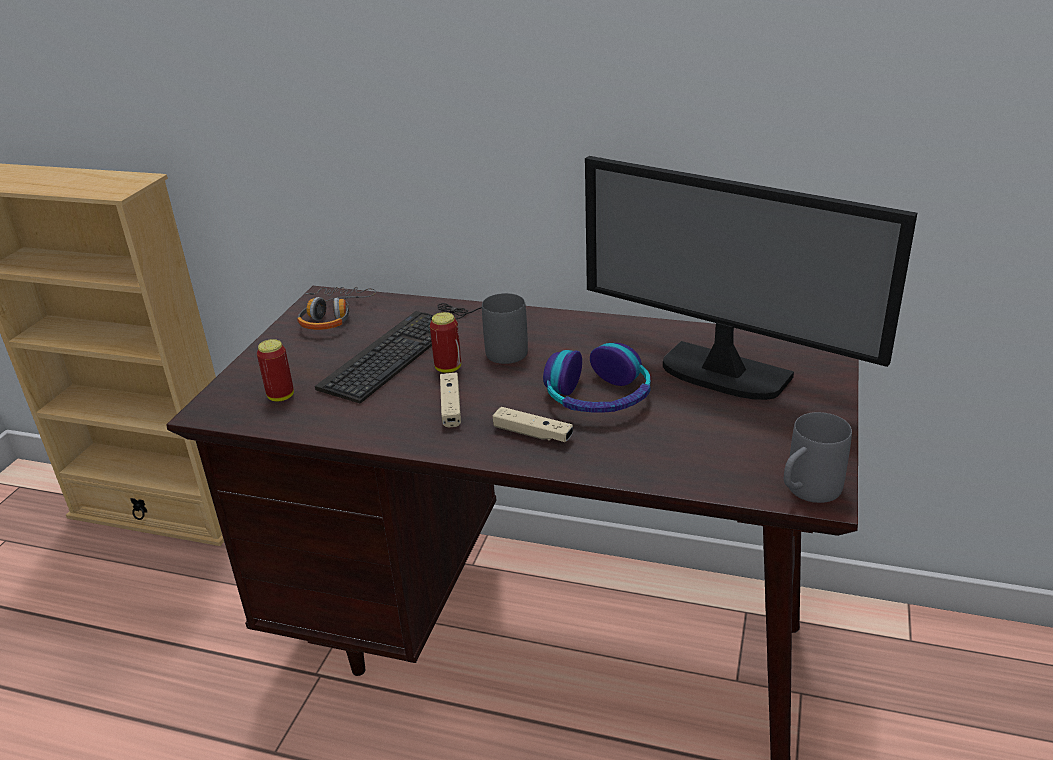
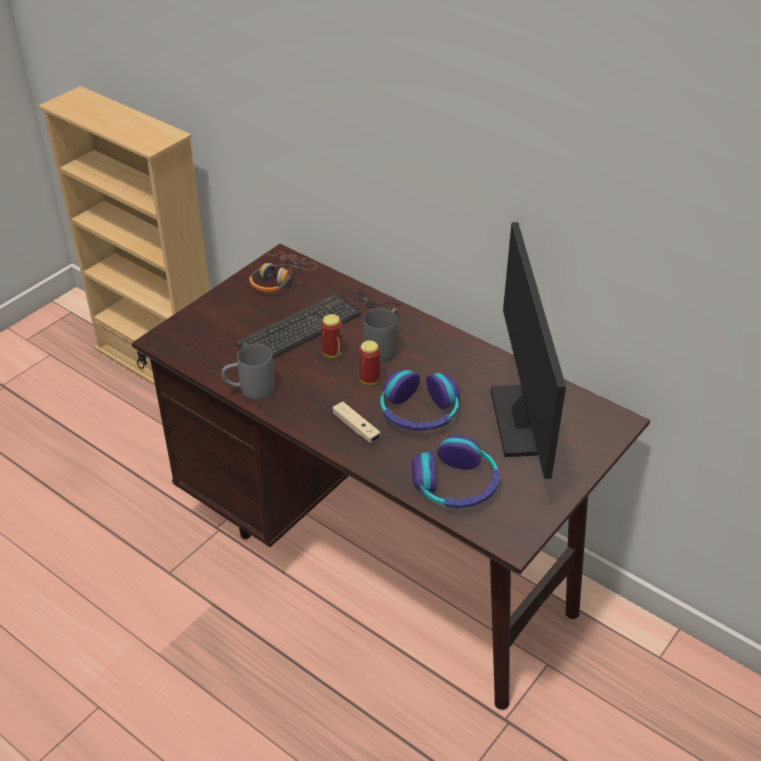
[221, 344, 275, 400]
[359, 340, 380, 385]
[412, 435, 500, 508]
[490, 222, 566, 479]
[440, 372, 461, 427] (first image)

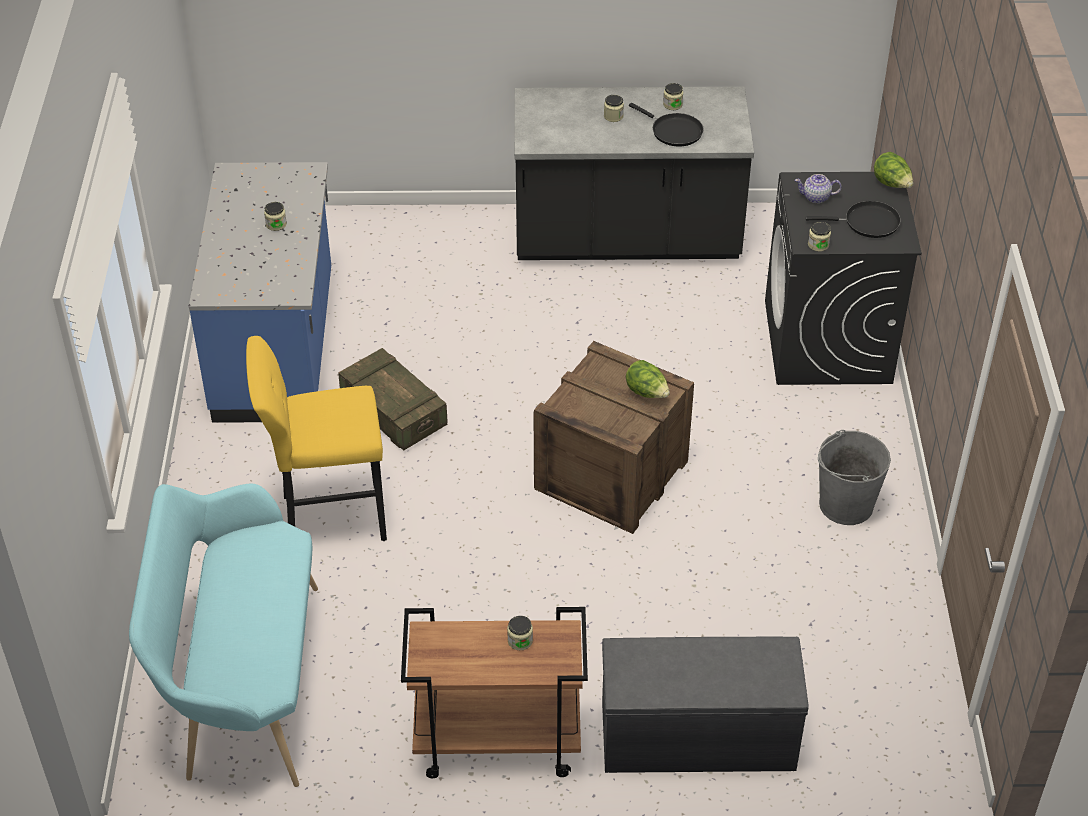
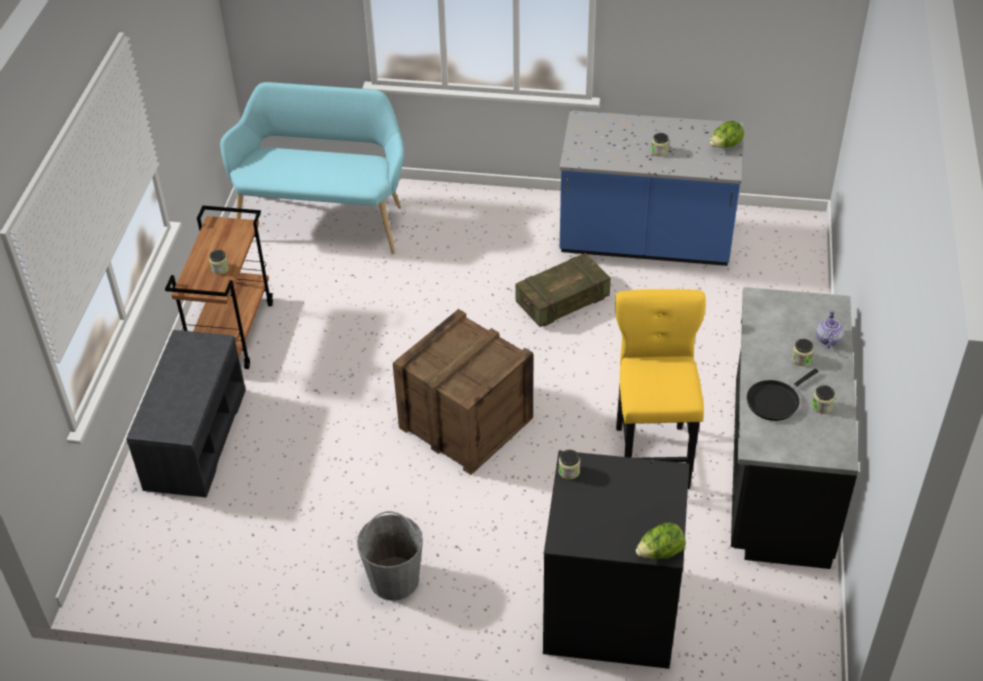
[615, 289, 706, 489]
[710, 121, 744, 148]
[816, 310, 844, 348]
[806, 201, 901, 238] (first image)

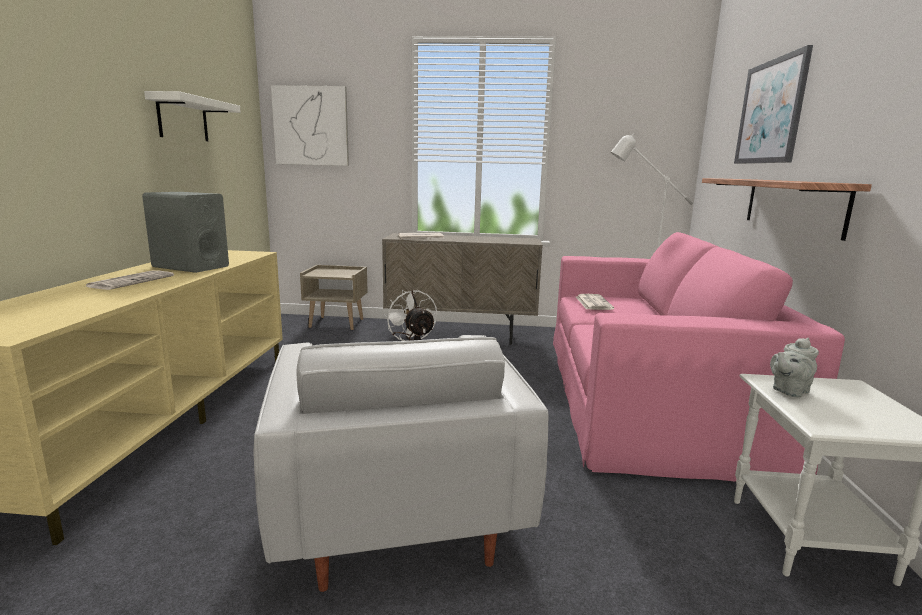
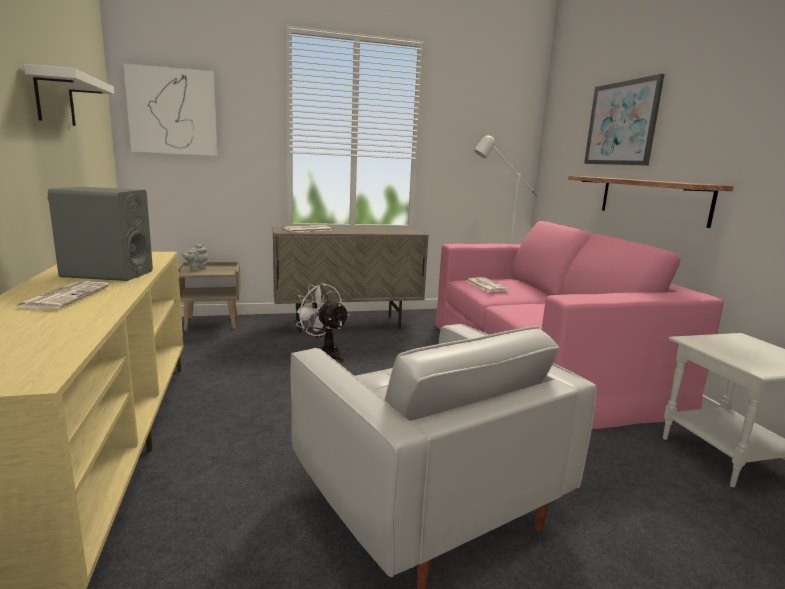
[182, 244, 208, 271]

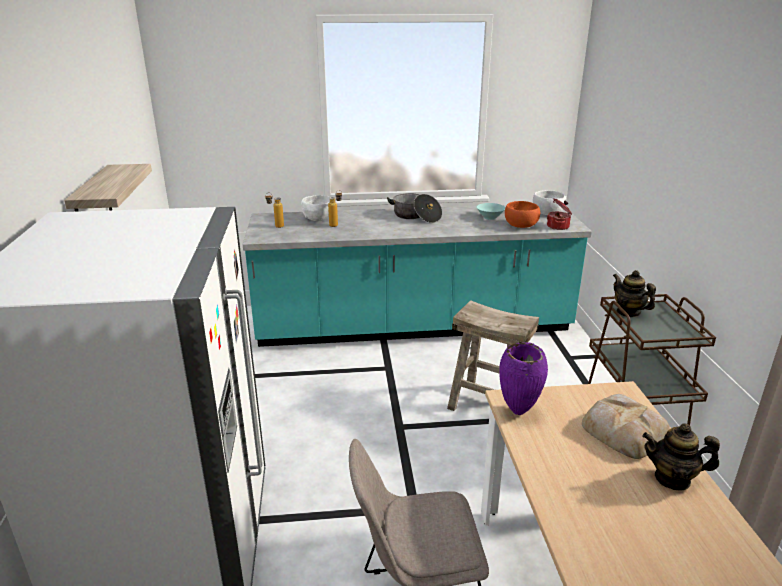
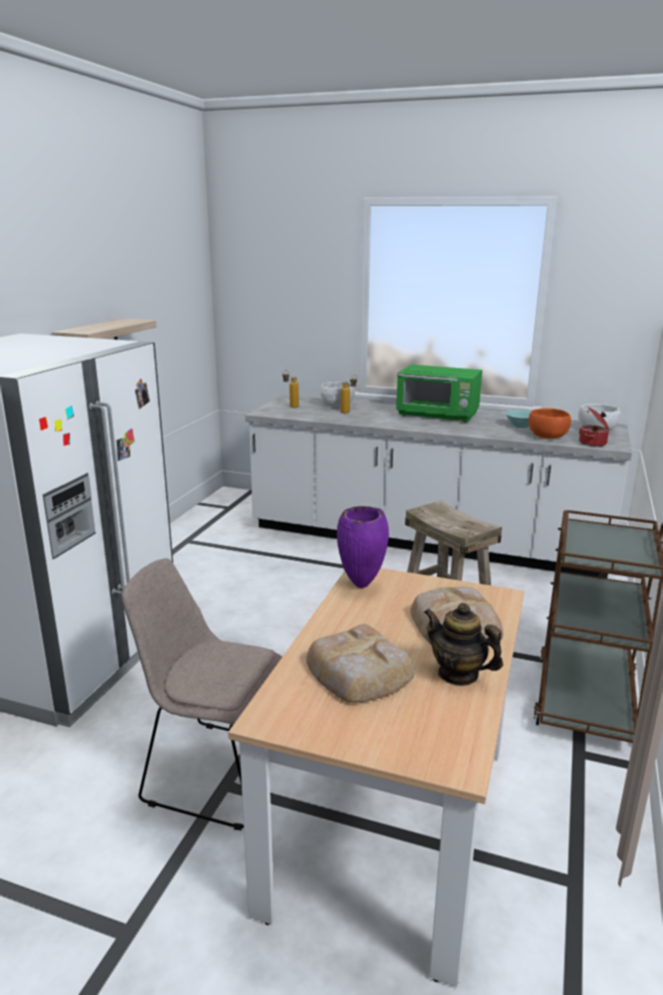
[245, 395, 632, 578]
[306, 624, 415, 703]
[396, 364, 482, 422]
[613, 270, 656, 317] (first image)

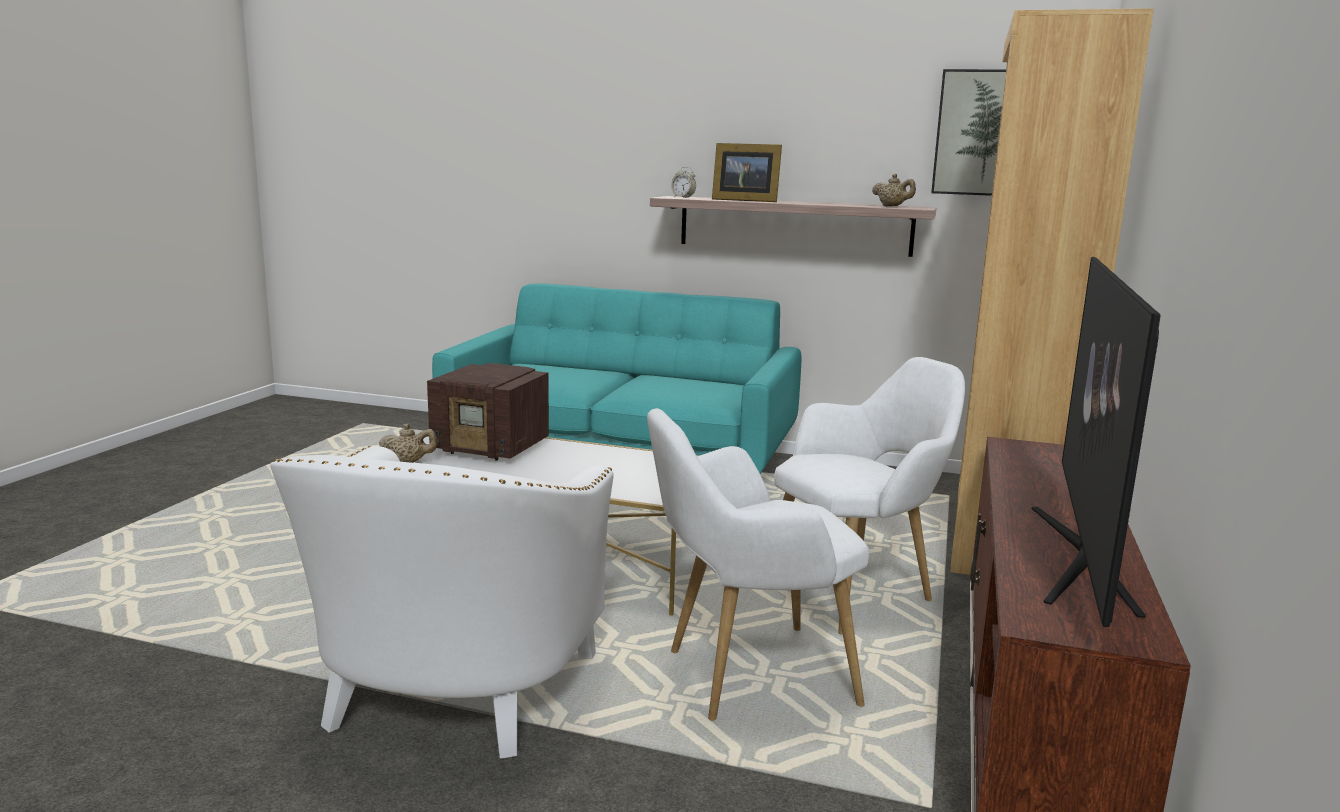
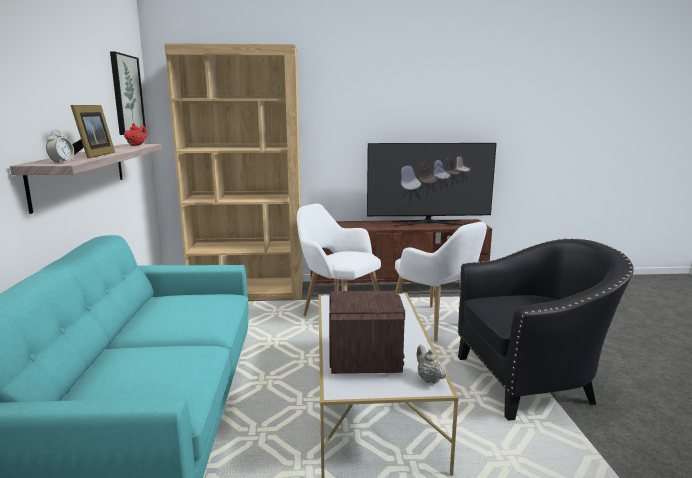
[124, 123, 147, 146]
[458, 238, 634, 421]

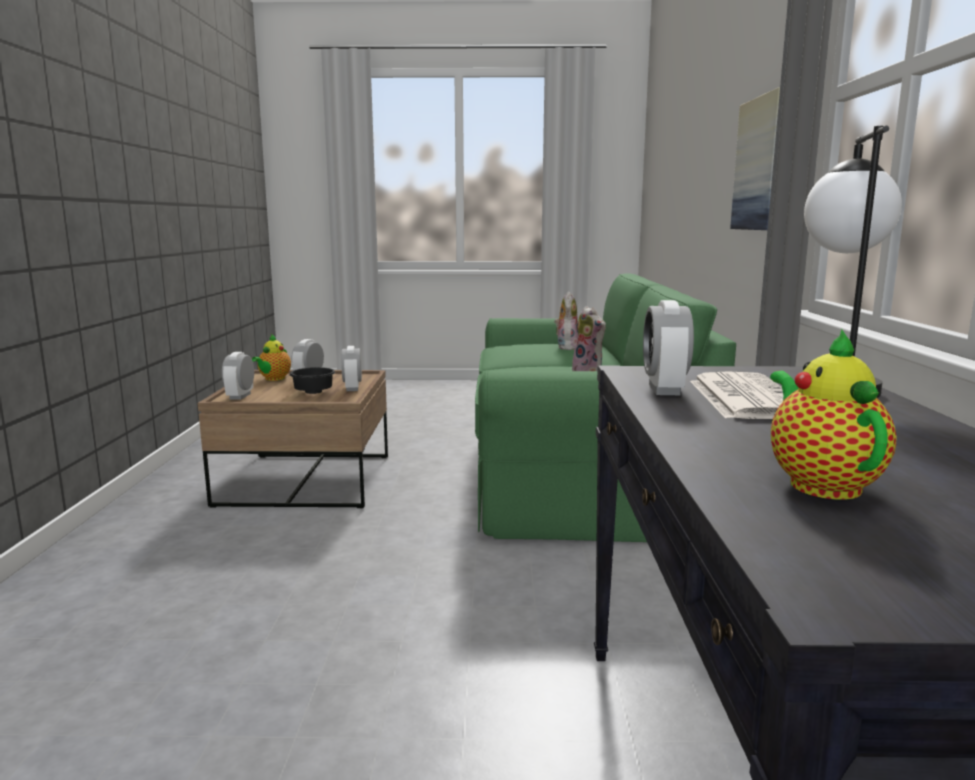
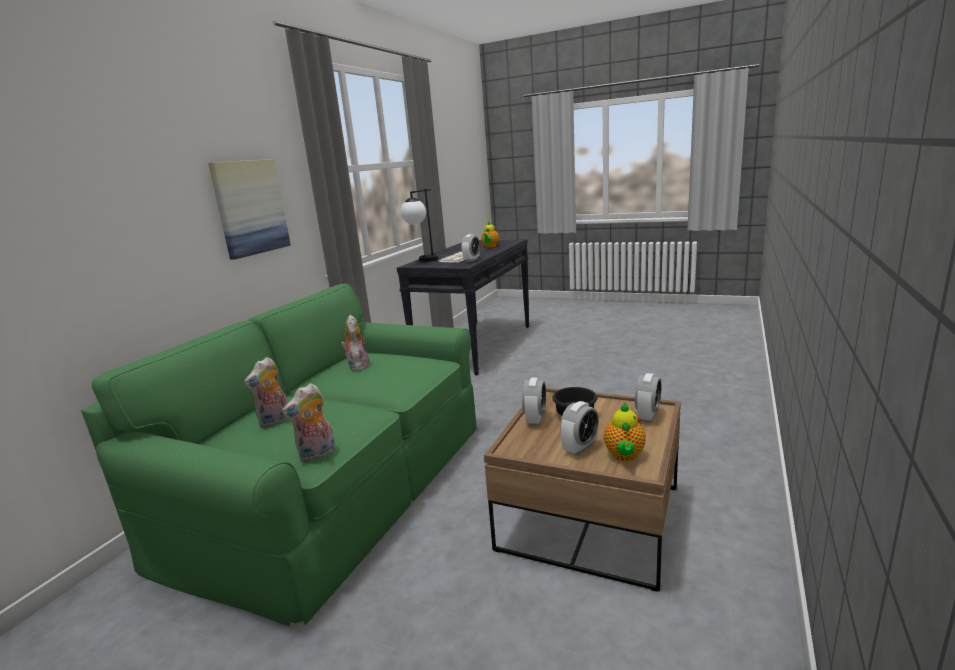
[282, 383, 335, 462]
[604, 403, 646, 461]

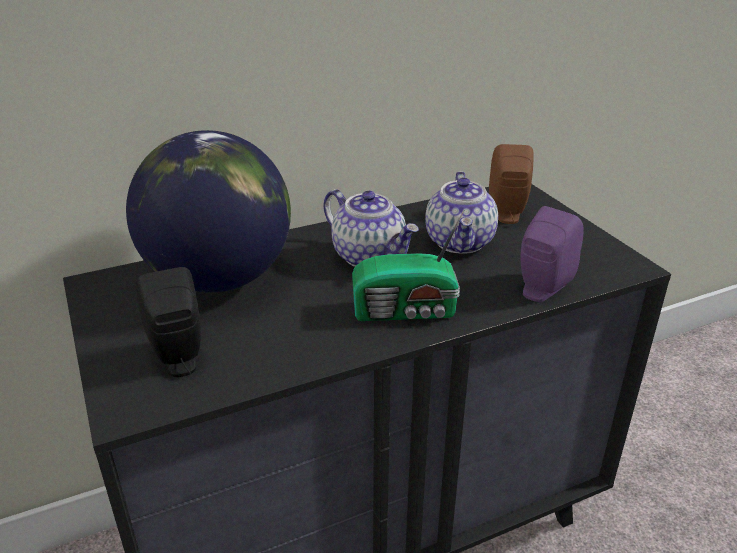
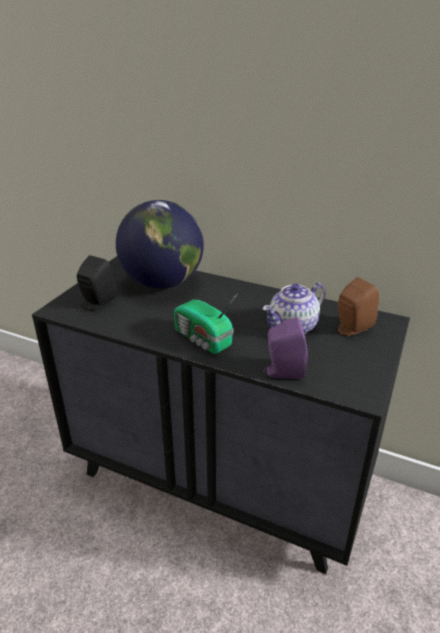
[323, 189, 419, 267] (first image)

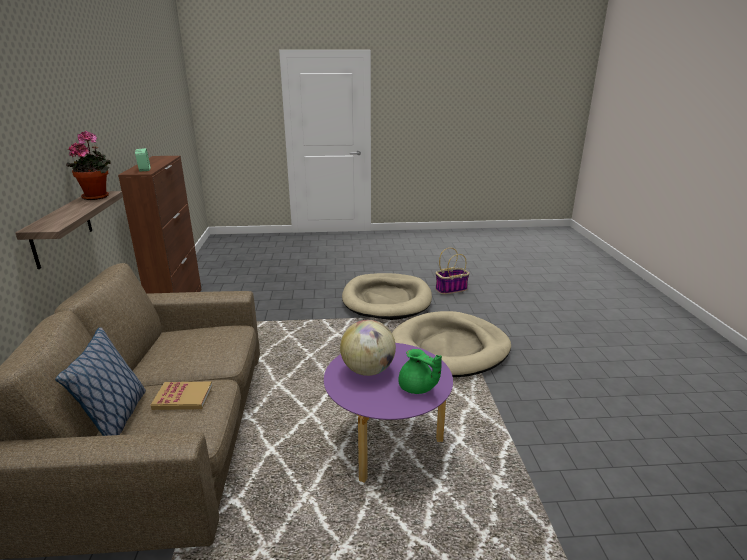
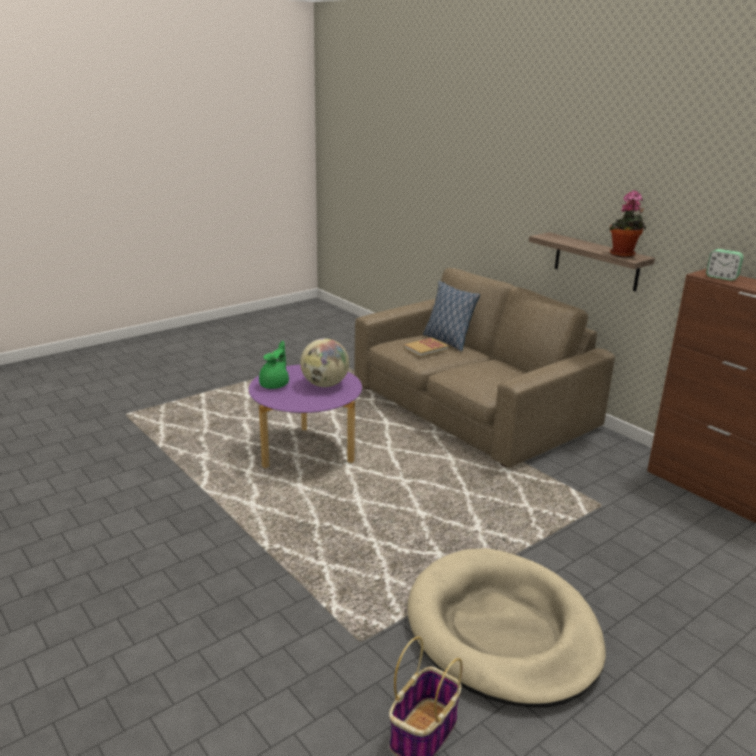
[259, 341, 289, 389]
[392, 311, 511, 377] (first image)

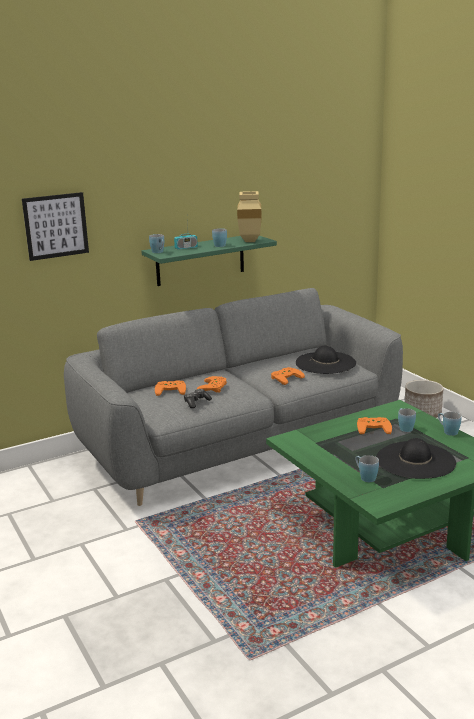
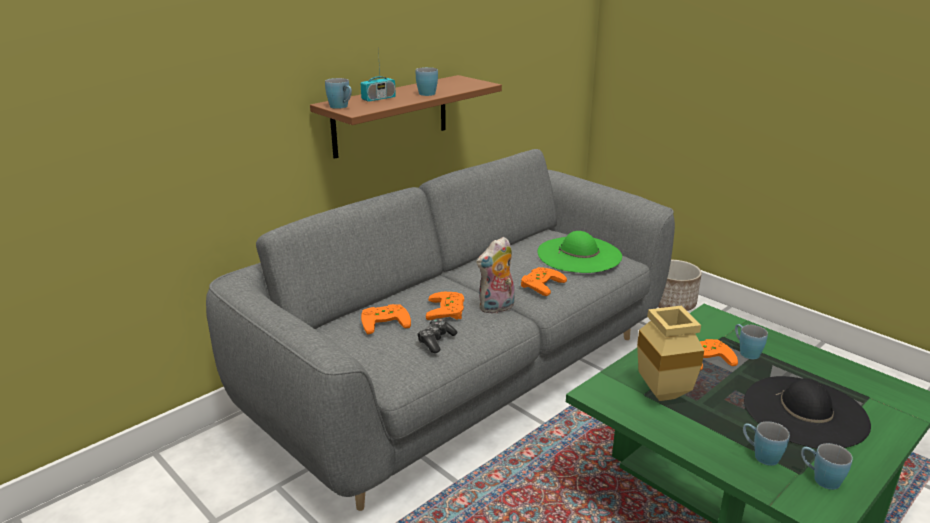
[310, 75, 502, 159]
[476, 237, 515, 314]
[537, 231, 622, 273]
[637, 306, 704, 401]
[801, 443, 853, 490]
[22, 192, 89, 261] (first image)

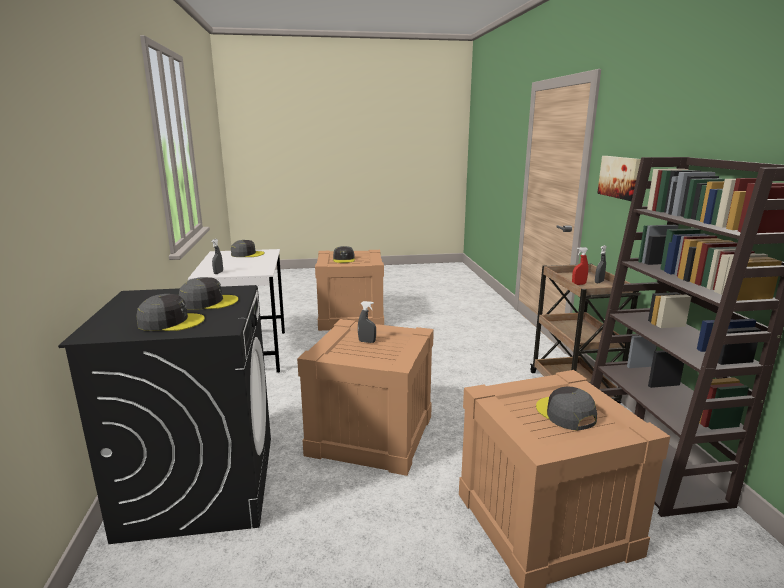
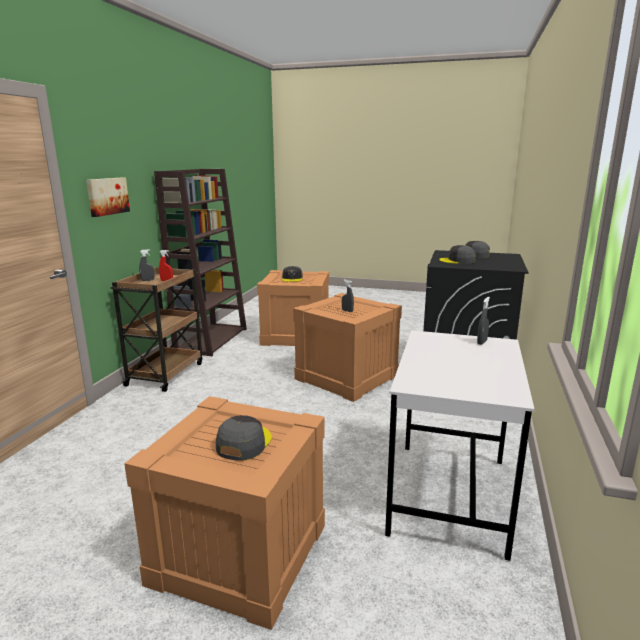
[231, 240, 265, 257] (first image)

